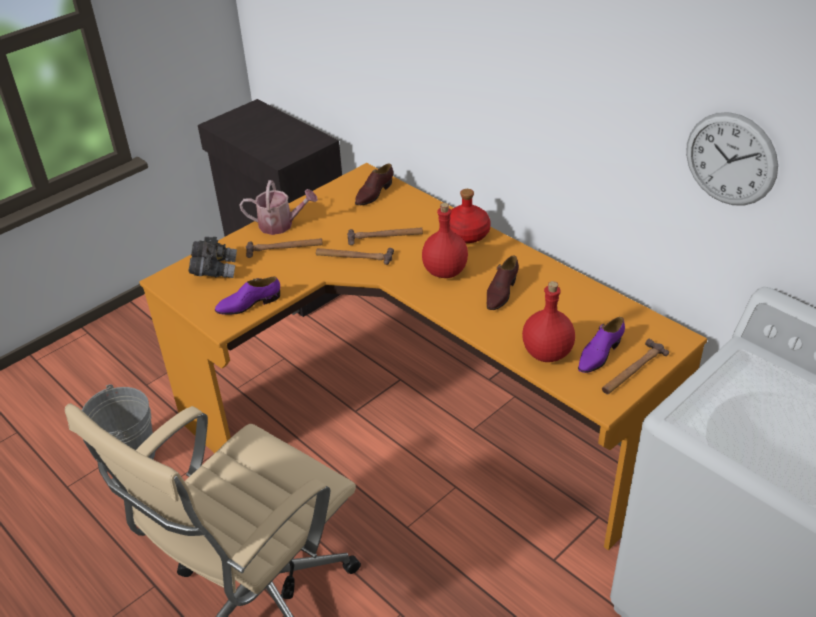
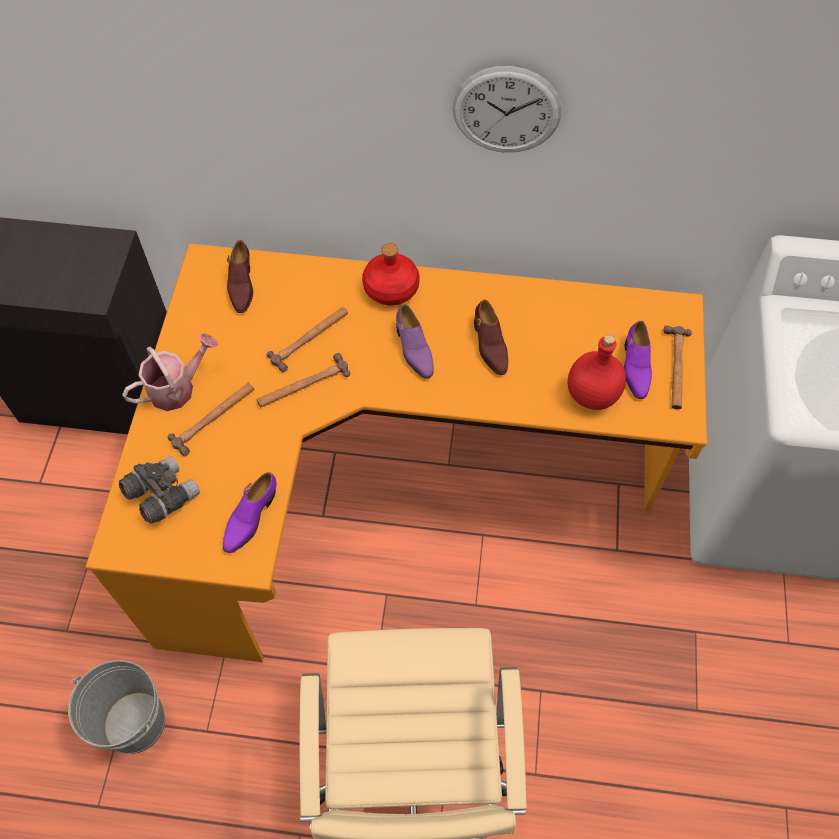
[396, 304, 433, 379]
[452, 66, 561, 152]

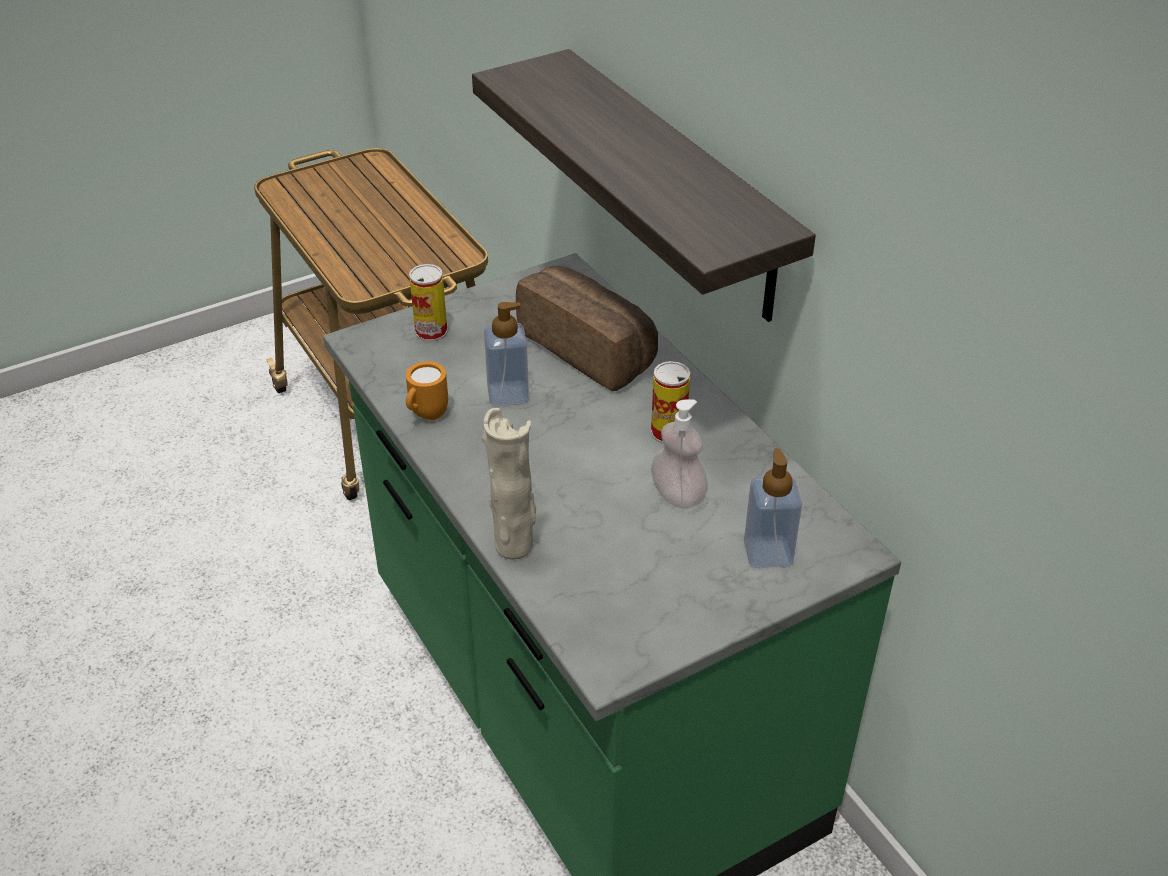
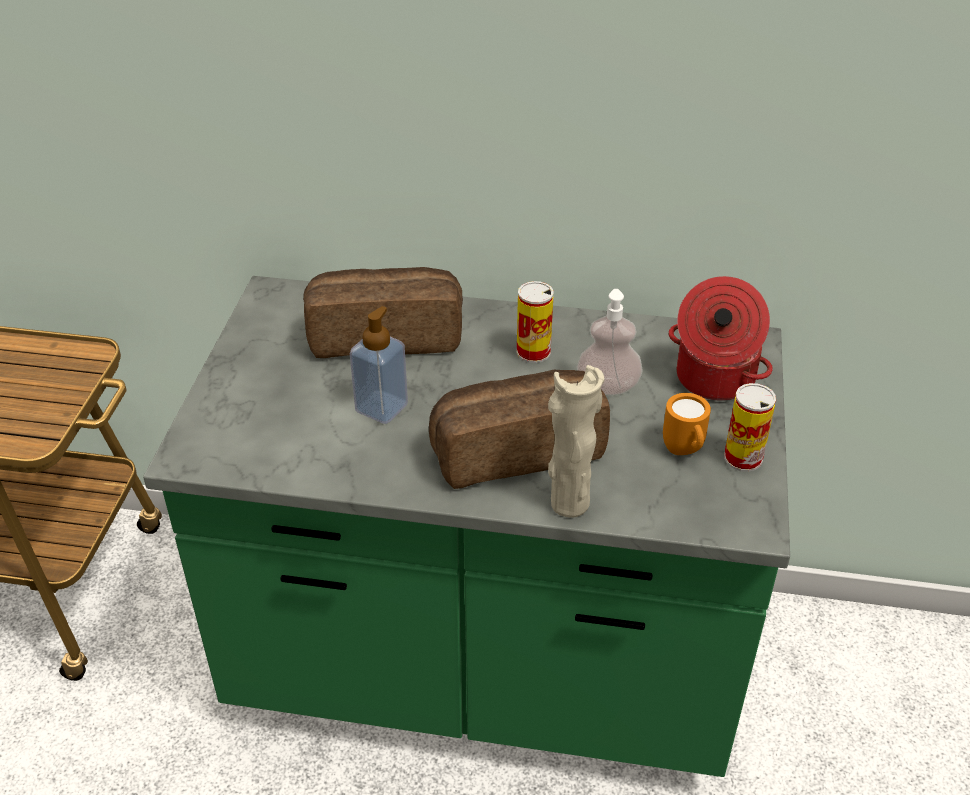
[429, 370, 610, 489]
[663, 393, 711, 455]
[669, 276, 773, 401]
[724, 383, 776, 472]
[472, 49, 816, 322] (first image)

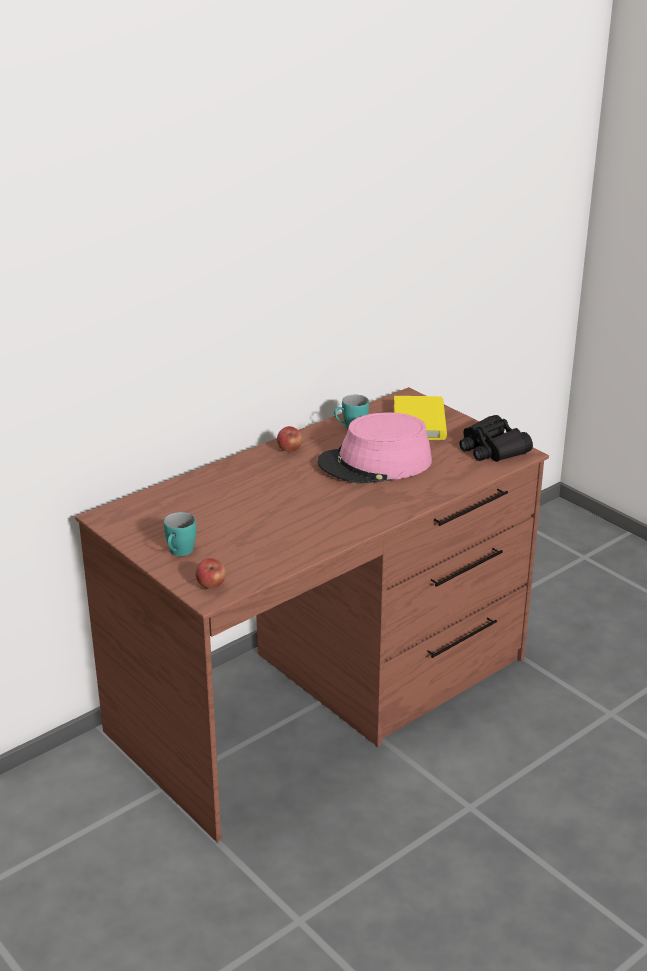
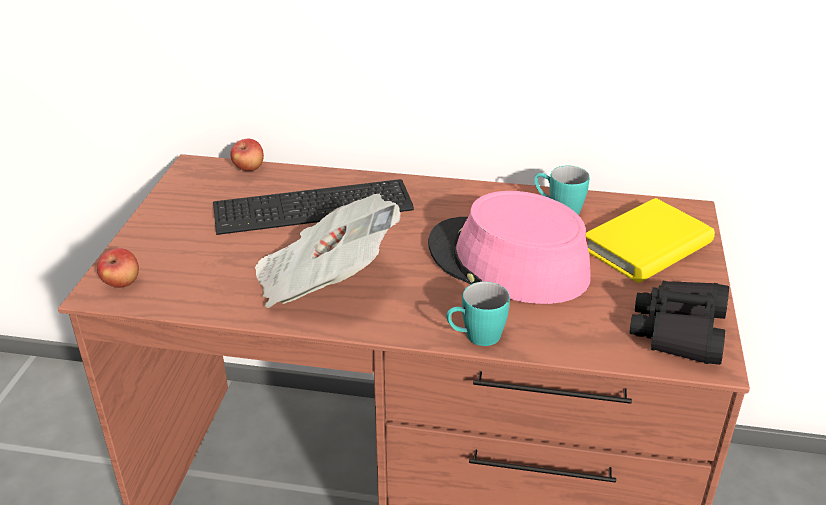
[213, 179, 414, 235]
[230, 139, 264, 171]
[255, 194, 401, 308]
[447, 282, 510, 346]

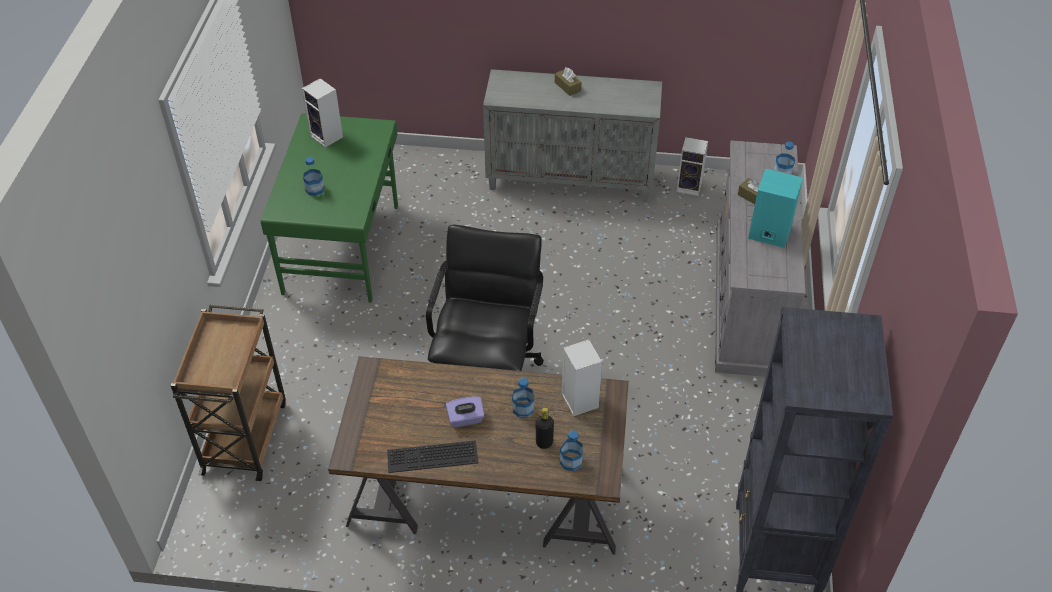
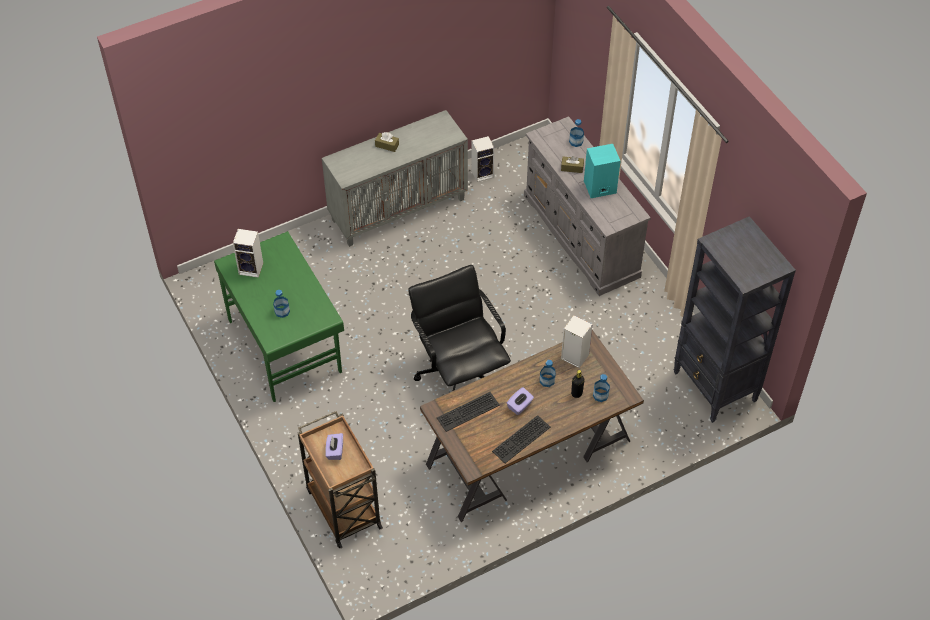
[325, 433, 343, 460]
[437, 392, 500, 432]

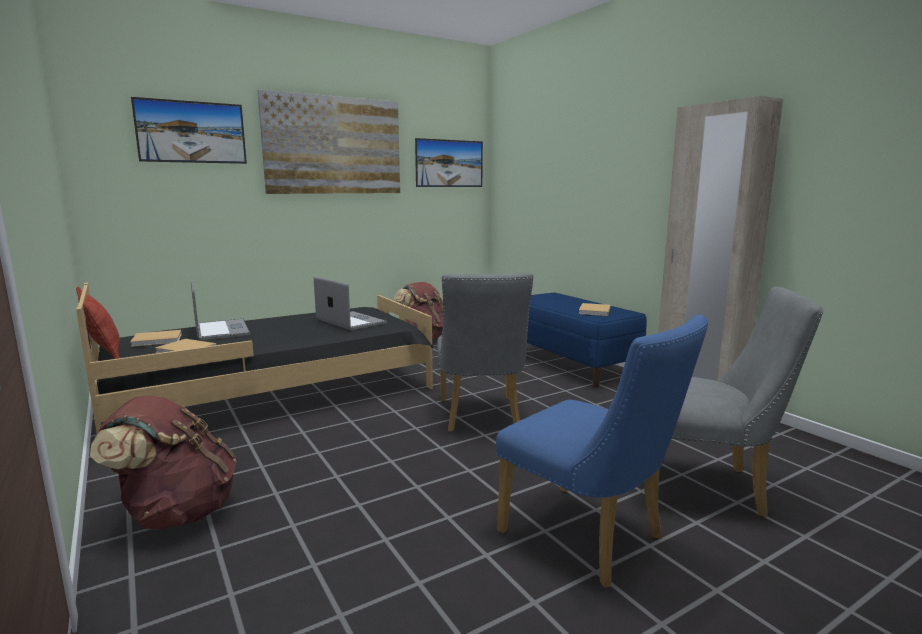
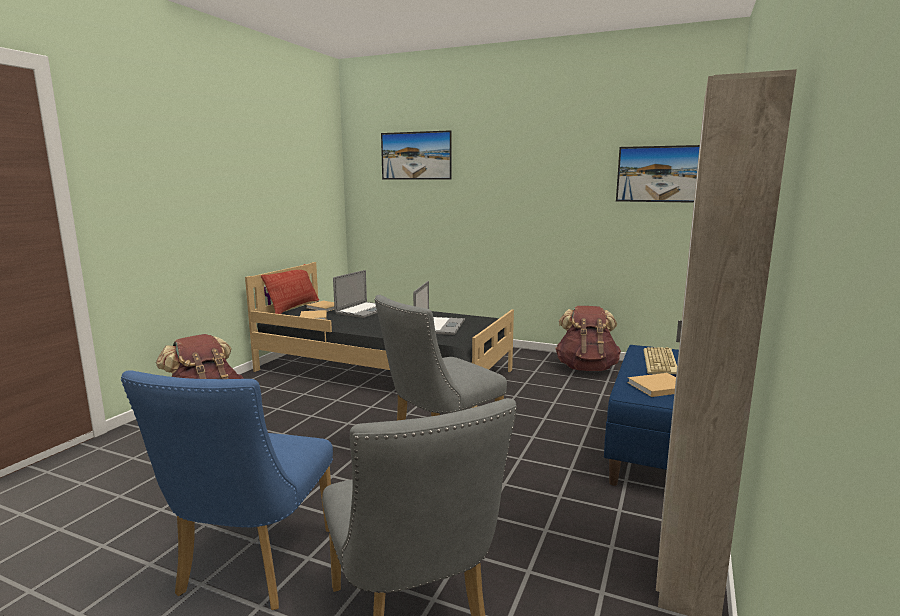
[643, 347, 677, 374]
[257, 90, 400, 194] (first image)

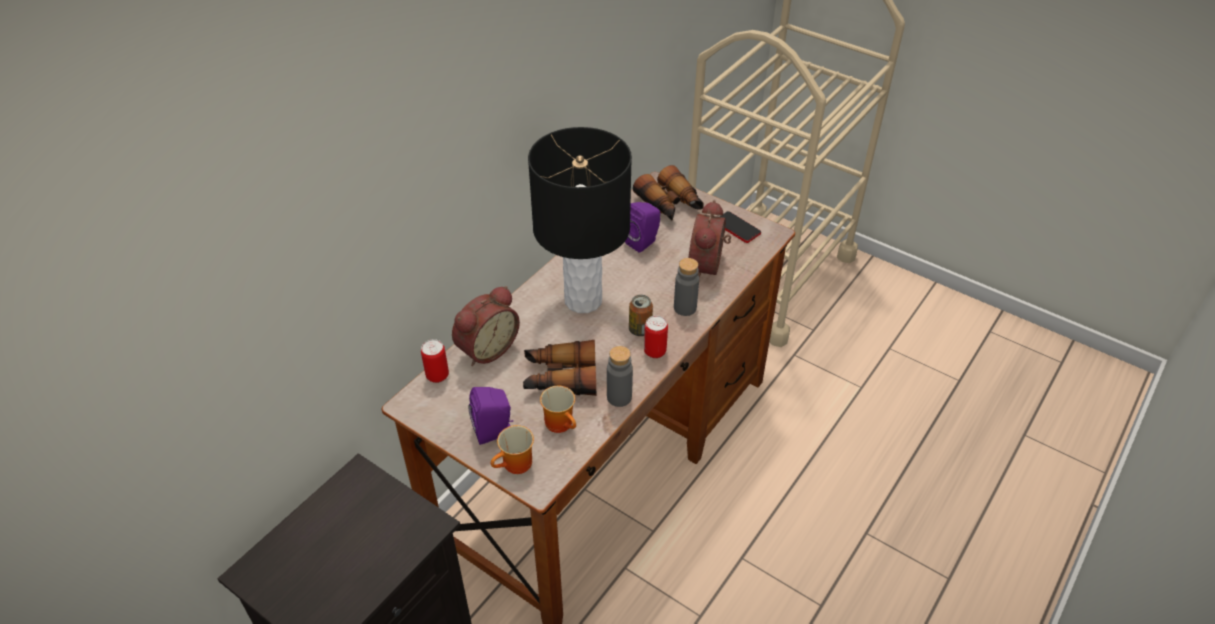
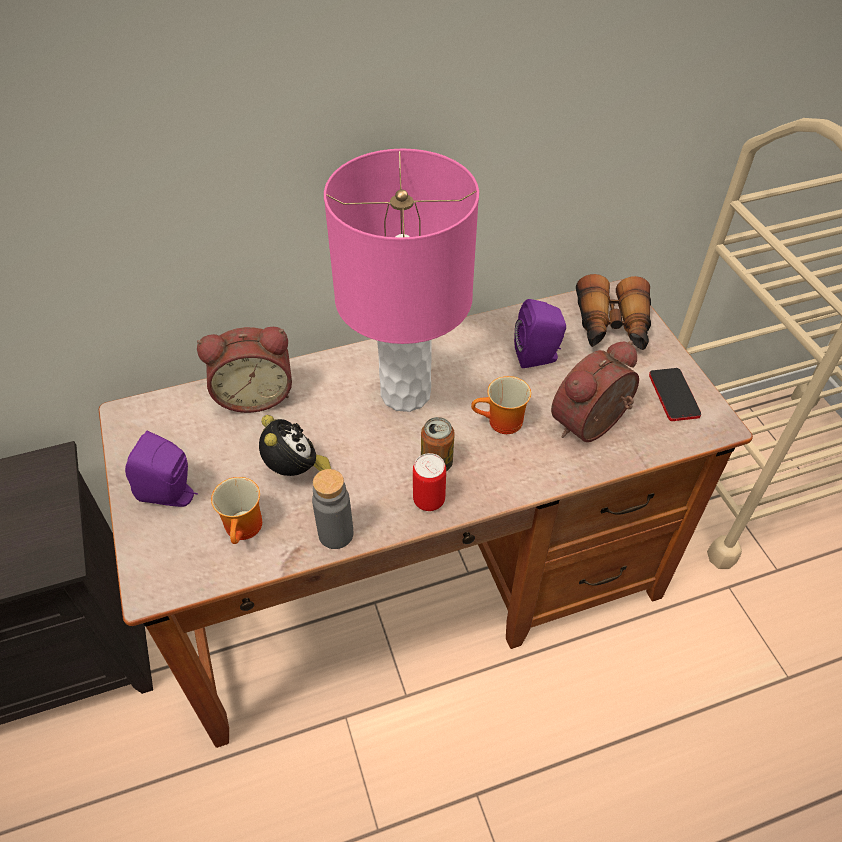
[259, 415, 331, 476]
[324, 149, 479, 412]
[471, 376, 531, 434]
[421, 339, 449, 383] (first image)
[674, 258, 699, 316] (first image)

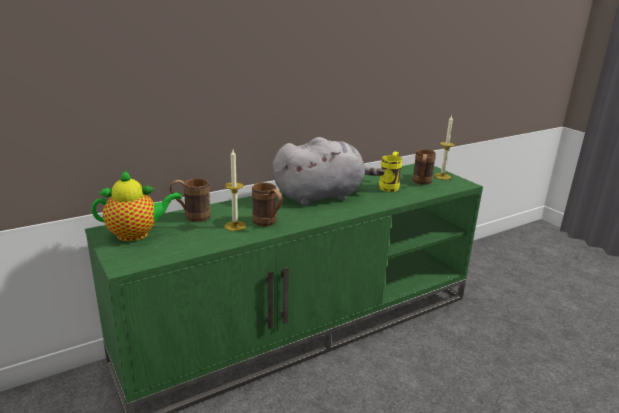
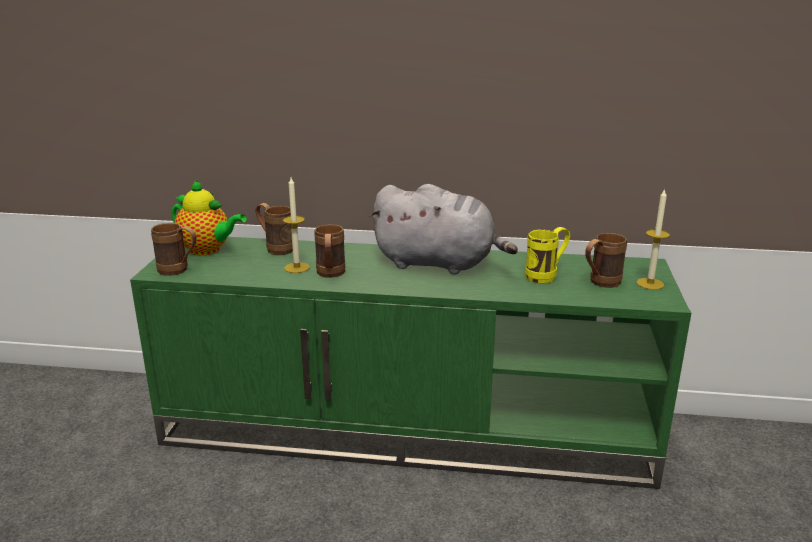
[151, 223, 197, 276]

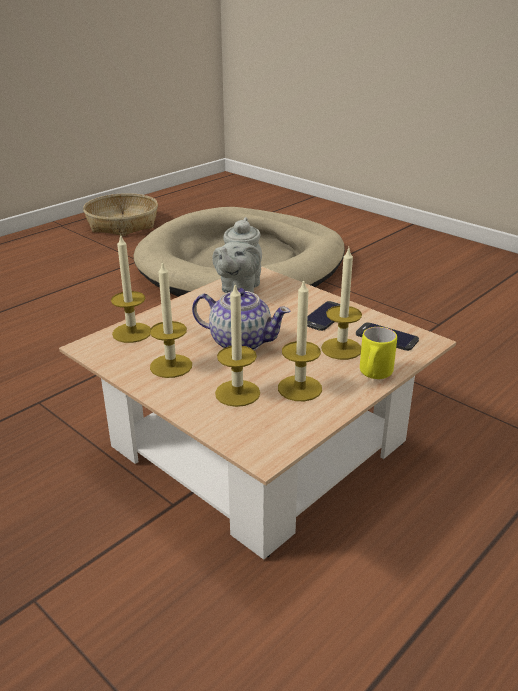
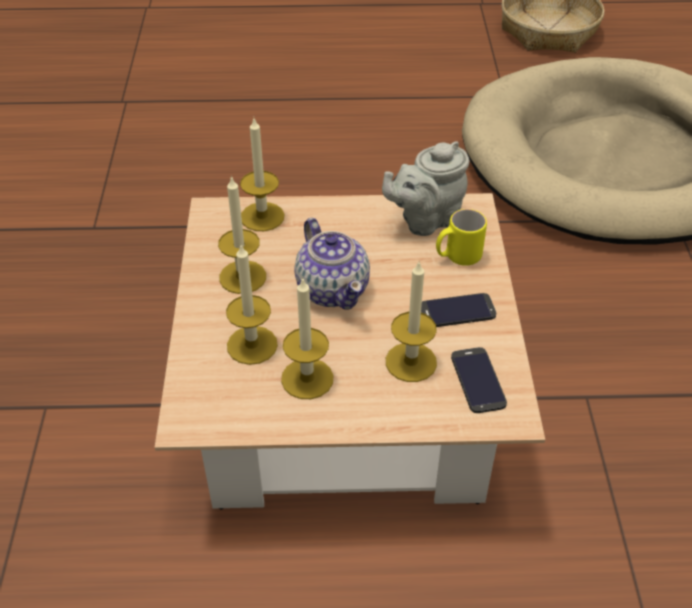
[436, 209, 487, 266]

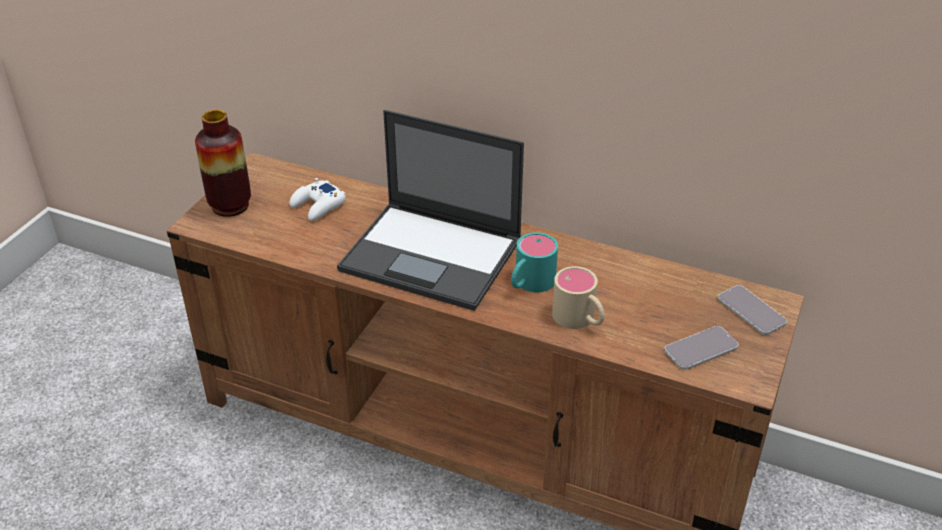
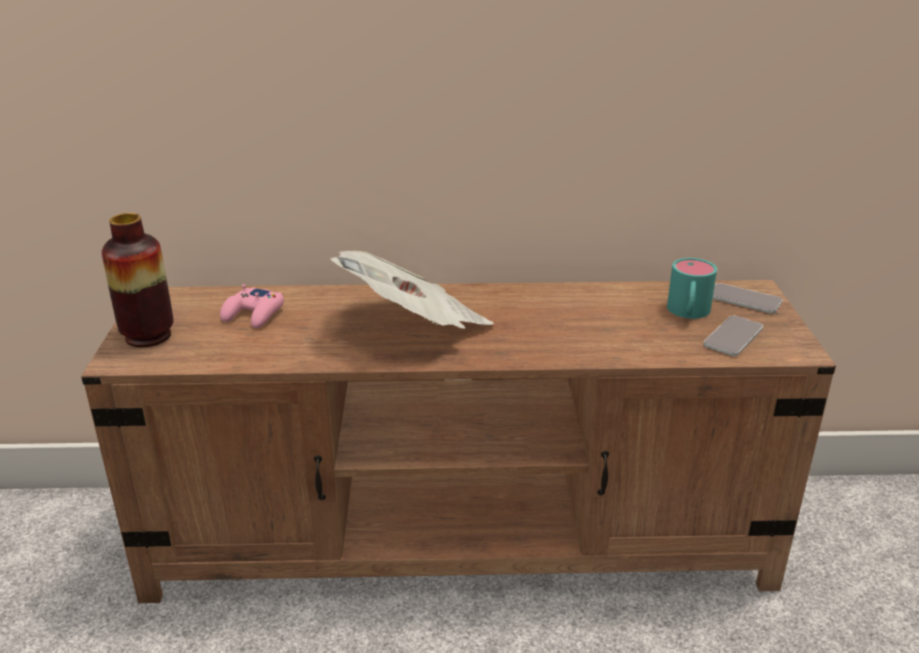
[220, 284, 284, 328]
[330, 251, 494, 329]
[667, 258, 717, 319]
[552, 266, 605, 329] (first image)

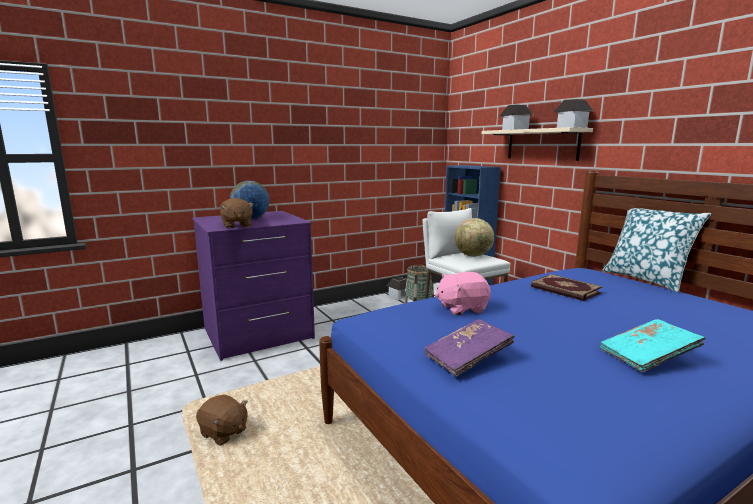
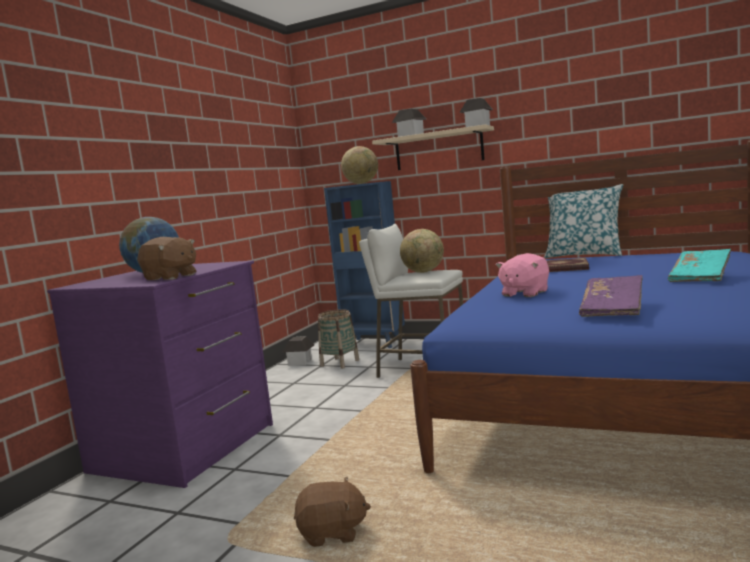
[341, 146, 378, 184]

